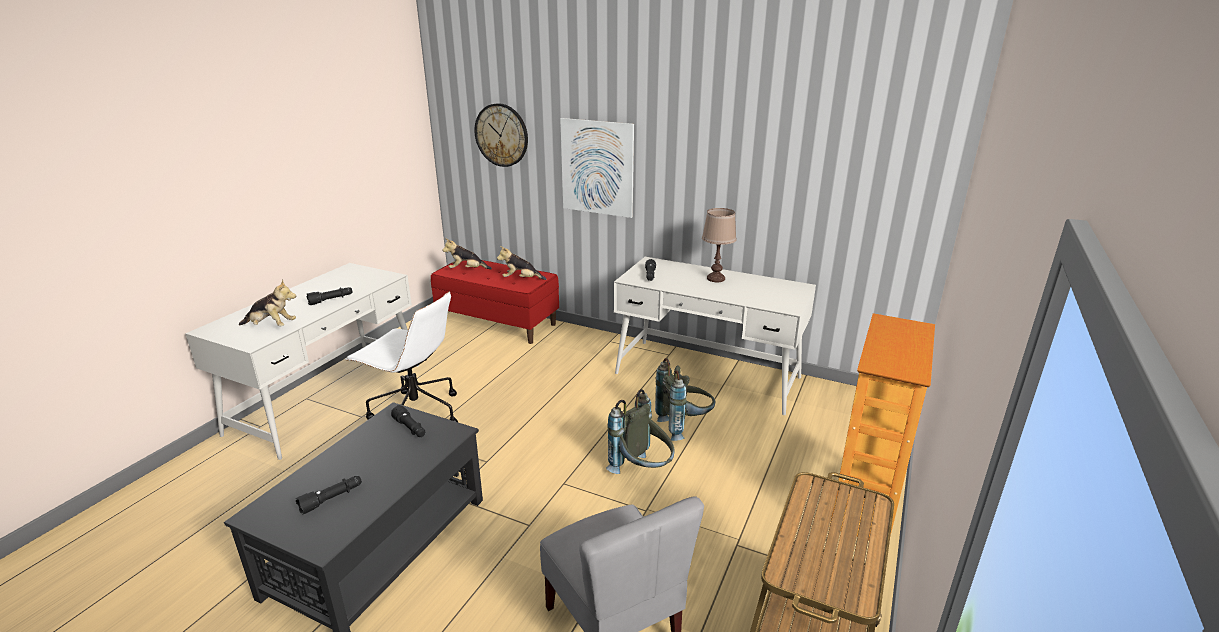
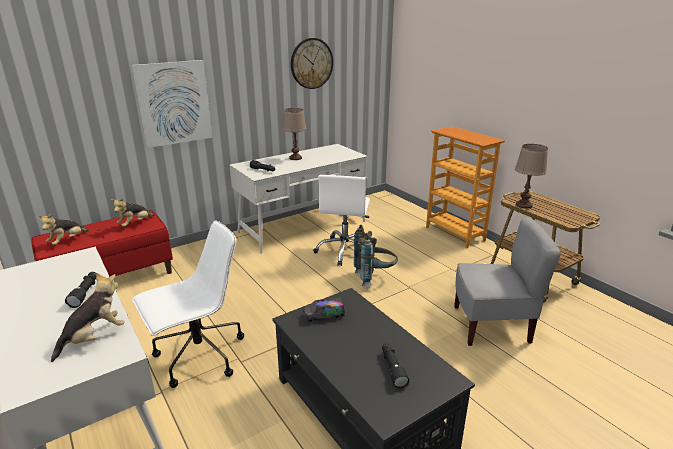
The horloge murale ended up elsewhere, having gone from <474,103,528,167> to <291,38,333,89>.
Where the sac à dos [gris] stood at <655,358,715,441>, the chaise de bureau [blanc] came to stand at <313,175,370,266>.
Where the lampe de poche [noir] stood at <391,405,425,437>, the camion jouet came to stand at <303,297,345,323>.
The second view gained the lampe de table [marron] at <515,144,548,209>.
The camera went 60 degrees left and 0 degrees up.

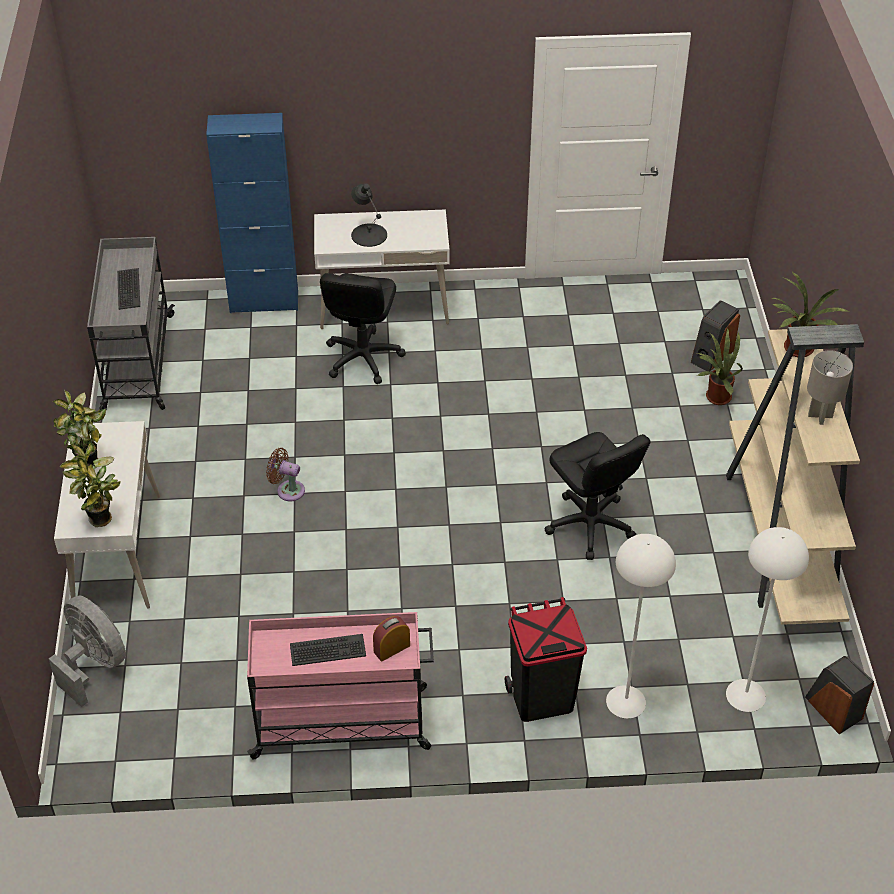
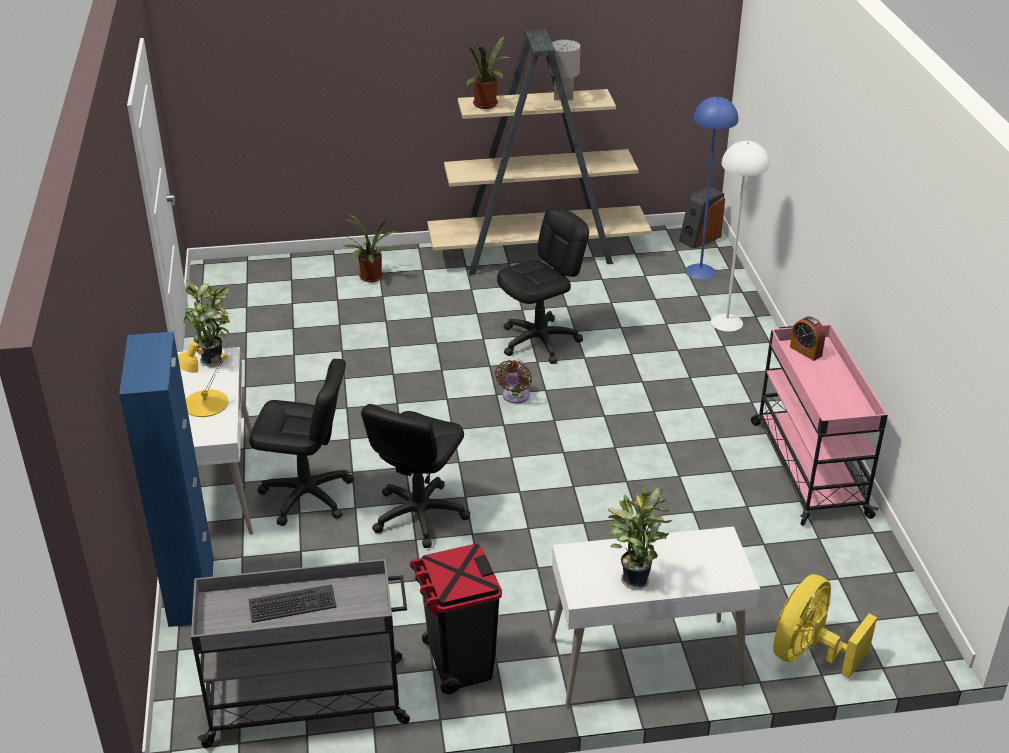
What was the lampe de table [noir] at <351,183,387,247> turned into the lampe de table [jaune] at <178,342,228,417>.
The second view lost the enceinte at <691,300,740,371>.
The plante en pot ended up elsewhere, having gone from <60,442,120,527> to <183,279,230,367>.
The ventilateur [marron] ended up elsewhere, having gone from <266,448,305,501> to <495,359,532,404>.
What was the lampadaire [blanc] at <726,527,809,712> turned into the lampadaire [bleu] at <685,97,738,280>.
What was the ventilateur [gris] at <49,595,126,707> turned into the ventilateur [jaune] at <773,574,877,678>.
The poubelle [noir] ended up elsewhere, having gone from <505,597,587,722> to <410,544,502,694>.
The second view lost the clavier at <290,634,366,666>.
The second view gained the chaise de bureau [noir] at <361,404,470,548>.
The camera went 95 degrees left and 10 degrees down.

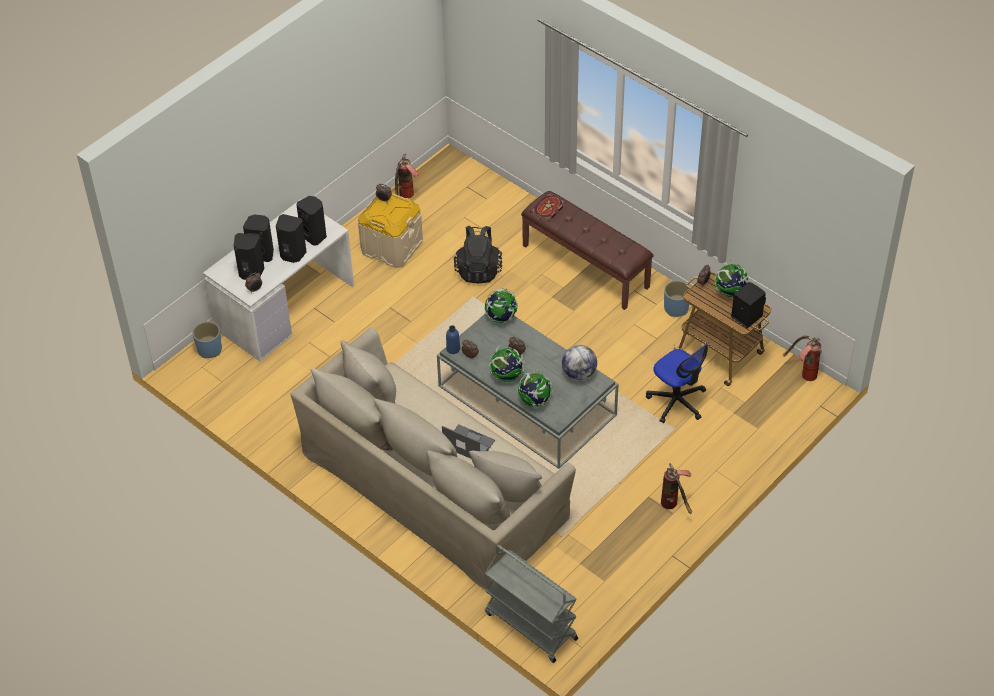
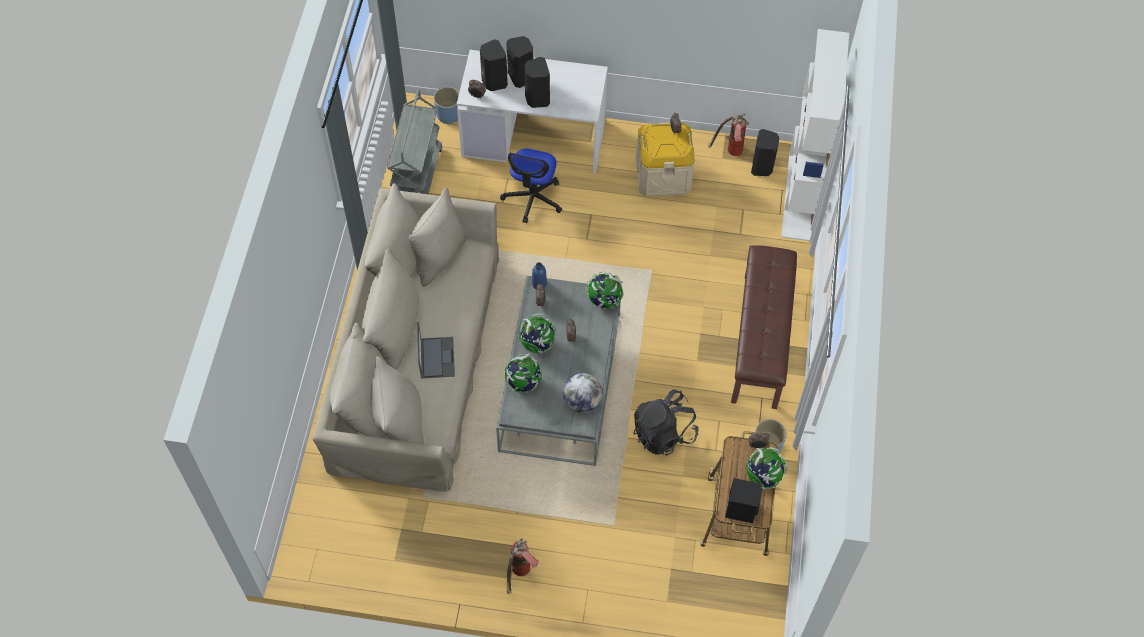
The second view lost the livre at <530,193,566,222>.
The enceinte [noir] ended up elsewhere, having gone from <297,196,327,246> to <751,129,780,176>.
The sac à dos [noir] ended up elsewhere, having gone from <454,226,502,283> to <633,390,698,456>.
The second view lost the extincteur at <783,335,822,381>.
The chaise de bureau ended up elsewhere, having gone from <646,342,709,423> to <500,149,562,223>.
The chariot [gris] ended up elsewhere, having gone from <485,545,578,663> to <387,89,442,195>.
The second view gained the bibliothèque [blanc] at <781,29,849,241>.
The camera went 55 degrees right and 10 degrees up.

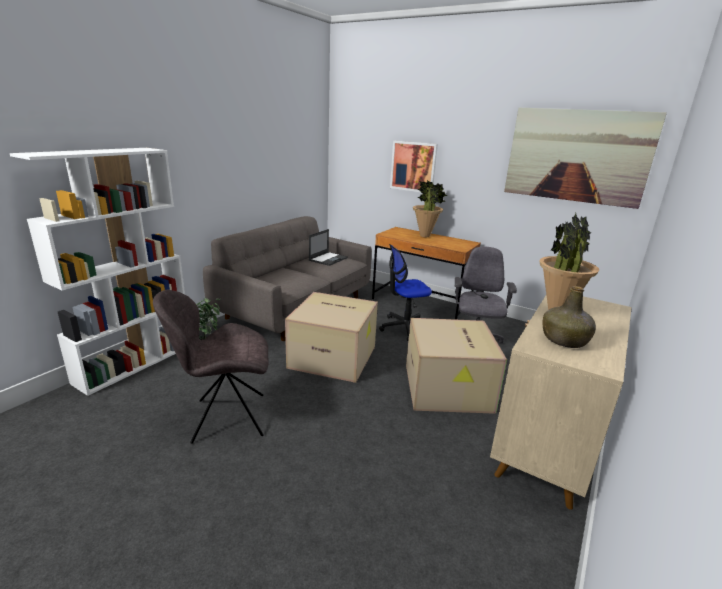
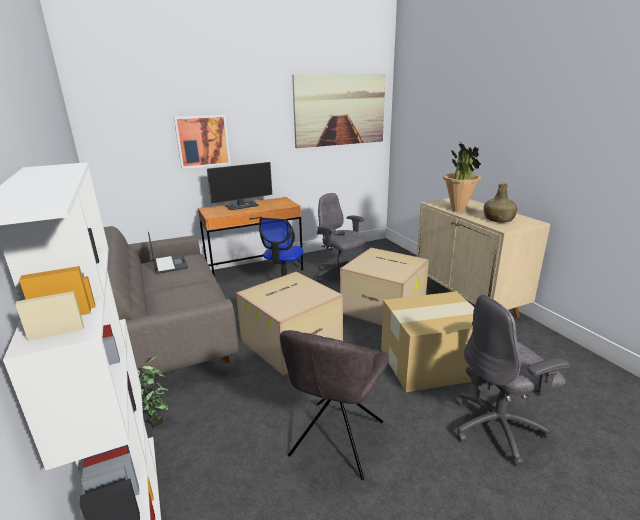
Where the plante en pot stood at <413,180,447,237>, the écran d'ordinateur came to stand at <207,162,272,210>.
The second view gained the carton at <381,291,474,392>.
The second view gained the chaise de bureau [gris] at <455,295,570,466>.
The camera went 55 degrees left and 0 degrees up.

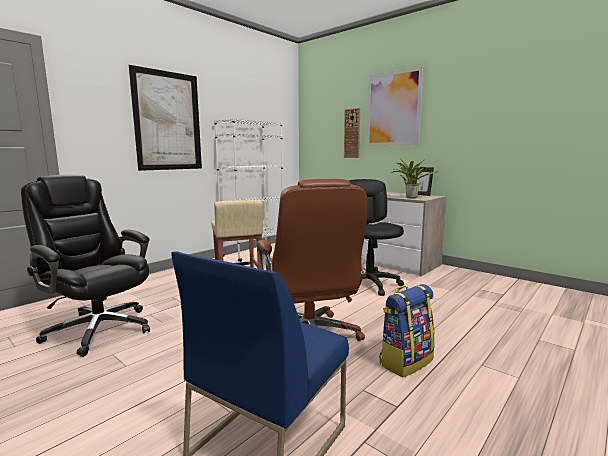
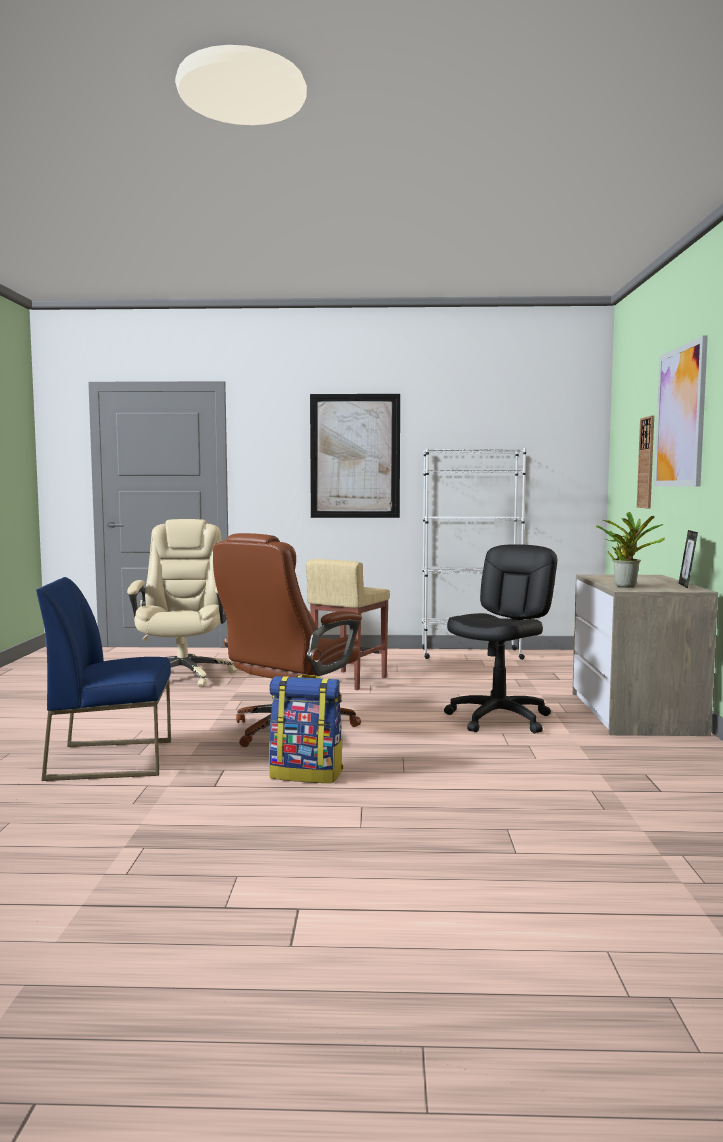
What was the chaise de bureau [noir] at <21,174,150,357> turned into the chaise de bureau [beige] at <127,519,237,687>.
The camera went 50 degrees right and 5 degrees down.

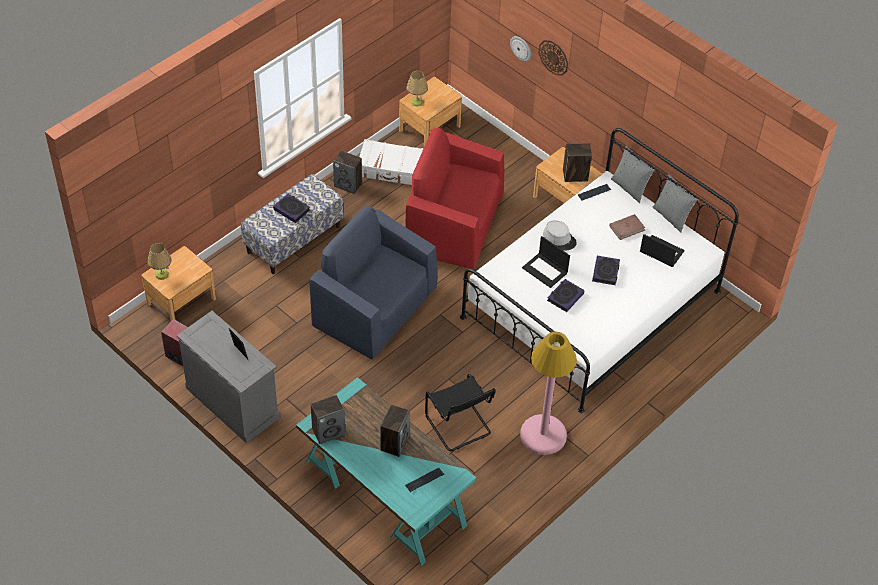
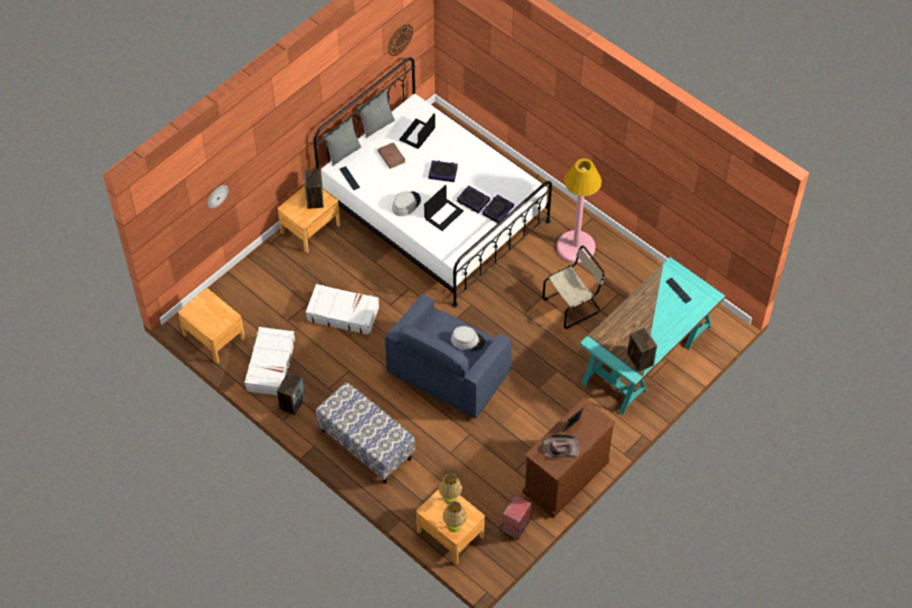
The horloge murale ended up elsewhere, having gone from <538,40,568,76> to <388,24,413,56>.
The lampe de table ended up elsewhere, having gone from <406,71,428,107> to <439,473,462,504>.
Where the fauteuil [rouge] stood at <405,128,504,269>, the valise [blanc] came to stand at <306,284,379,335>.
The livre ended up elsewhere, having gone from <273,194,310,223> to <482,194,514,223>.
What was the commode [gris] at <177,311,280,443> turned into the commode [marron] at <523,398,615,518>.
What was the chaise [noir] at <425,374,496,451> turned into the chaise [beige] at <543,245,605,329>.
The second view lost the enceinte at <380,405,410,457>.
The second view gained the chapeau [gris] at <451,326,486,352>.
The second view gained the chapeau [marron] at <542,434,580,458>.
The camera went 90 degrees left and 5 degrees up.

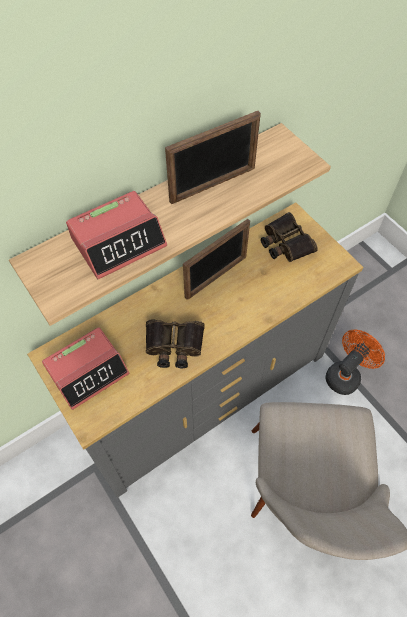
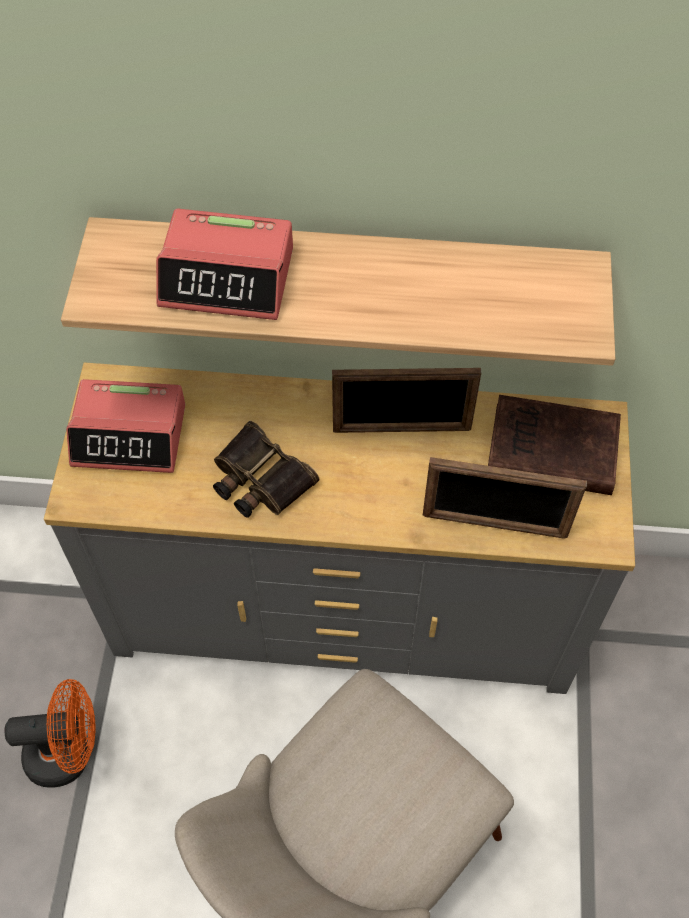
The cadre photo ended up elsewhere, having gone from <165,111,261,204> to <422,457,587,539>.
Where the jumelles stood at <261,212,318,262>, the livre [marron] came to stand at <488,395,621,495>.
The ventilateur [orange] ended up elsewhere, having gone from <326,330,385,395> to <5,679,96,788>.
The camera went 40 degrees right and 0 degrees up.

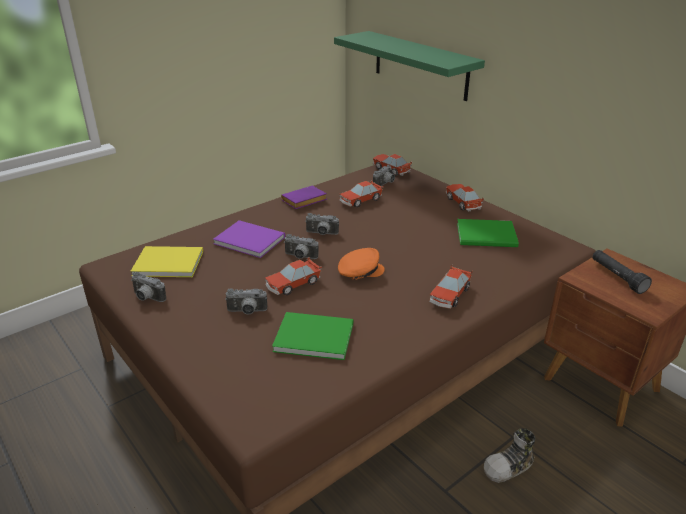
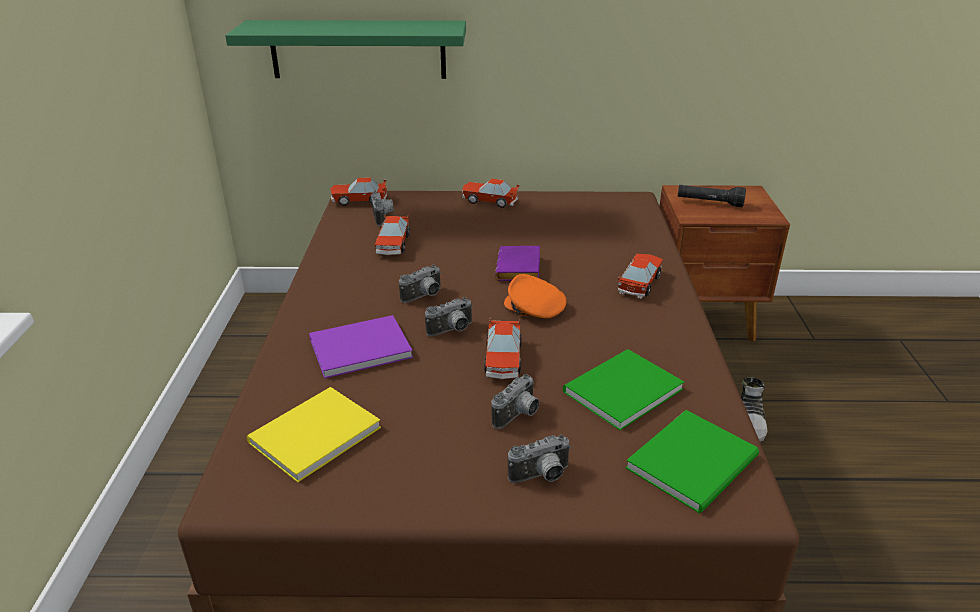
The livre [violet] ended up elsewhere, having gone from <281,186,327,209> to <495,246,540,281>.
The livre [vert] ended up elsewhere, having gone from <457,219,519,247> to <626,410,759,513>.
The casquette [orange] at <338,248,385,280> ended up facing another way, 75 degrees counterclockwise from before.
The petite voiture at <429,265,472,309> ended up facing another way, 135 degrees counterclockwise from before.
The appareil photo ended up elsewhere, having gone from <131,272,166,302> to <508,435,571,483>.
The camera went 50 degrees left and 0 degrees up.

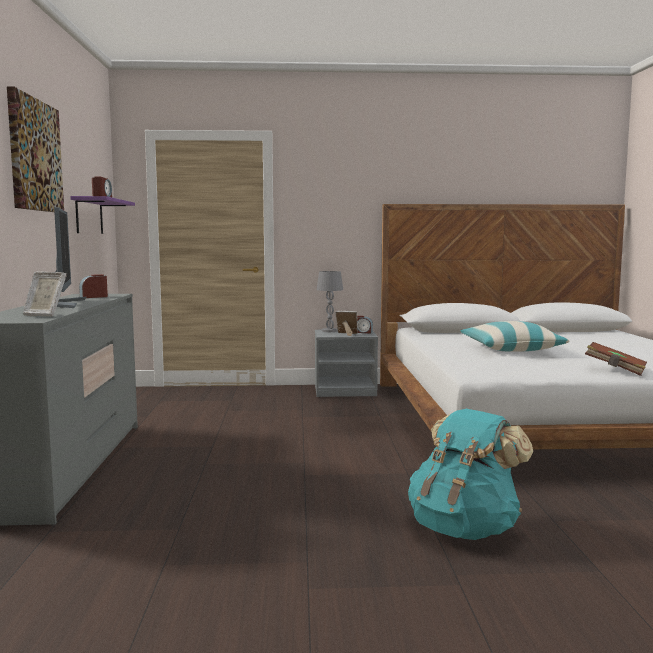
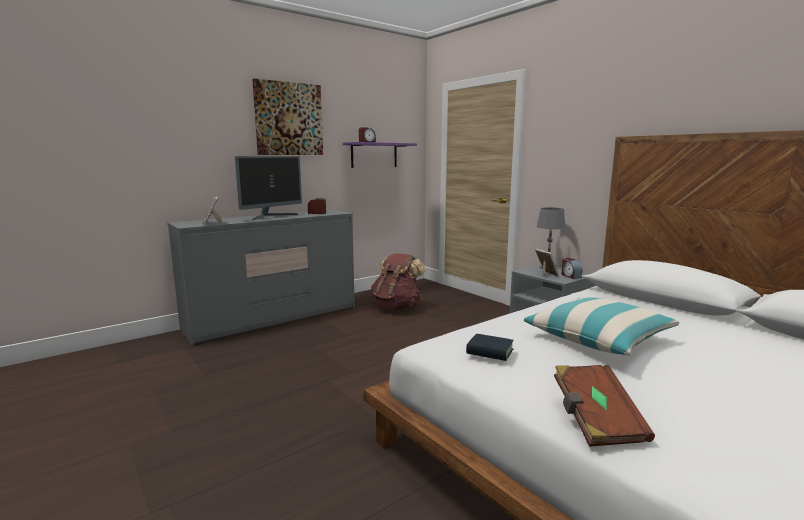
The second view lost the sac à dos [turquoise] at <408,409,533,540>.
The second view gained the sac à dos [marron] at <370,253,426,310>.
The second view gained the livre at <466,334,514,361>.
The camera went 55 degrees right and 5 degrees up.

